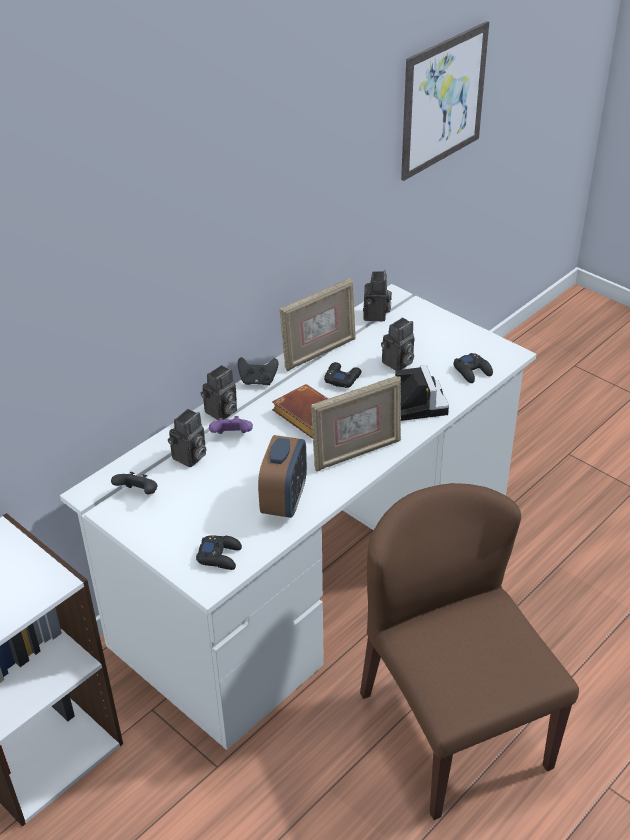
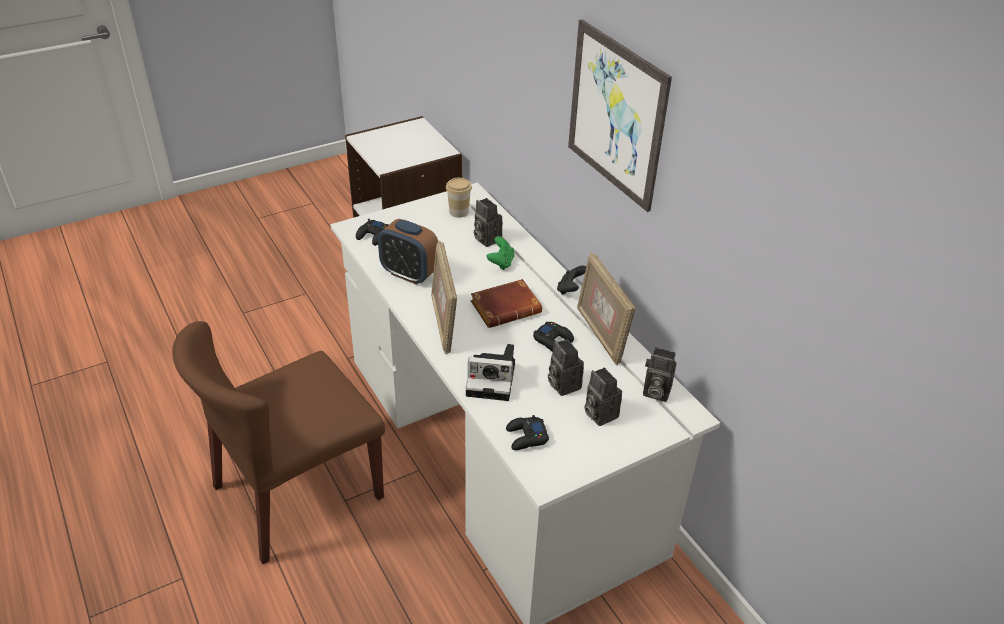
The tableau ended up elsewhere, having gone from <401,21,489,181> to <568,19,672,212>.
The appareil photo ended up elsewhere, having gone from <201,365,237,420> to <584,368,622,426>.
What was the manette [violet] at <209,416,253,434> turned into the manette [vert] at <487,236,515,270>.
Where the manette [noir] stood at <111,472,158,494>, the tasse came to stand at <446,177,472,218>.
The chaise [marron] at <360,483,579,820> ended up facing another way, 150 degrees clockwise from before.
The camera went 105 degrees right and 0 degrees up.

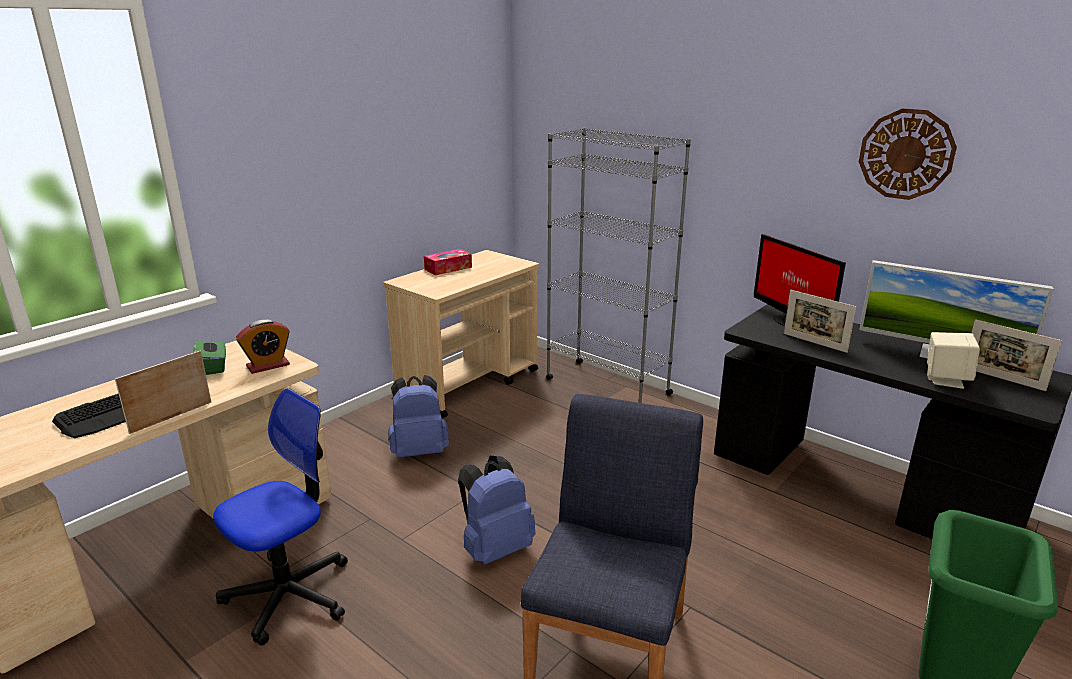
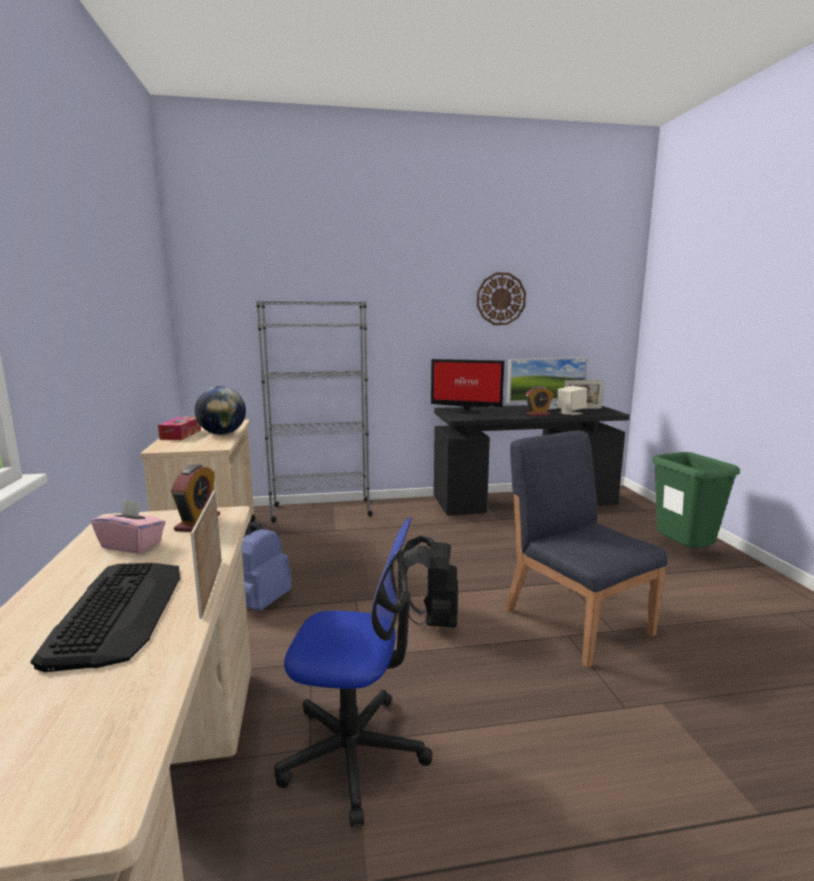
The second view lost the cadre photo at <784,290,856,353>.
What was the boîte à mouchoirs [vert] at <194,335,226,375> turned into the boîte à mouchoirs [rose] at <91,499,166,554>.
The chaise de bureau at <213,388,348,646> ended up facing another way, 105 degrees clockwise from before.
What was the sac à dos [bleu] at <458,456,535,565> turned into the sac à dos [noir] at <398,536,458,627>.
The second view gained the globe at <194,386,246,435>.
The second view gained the réveil at <525,386,554,416>.
The camera went 50 degrees left and 10 degrees down.

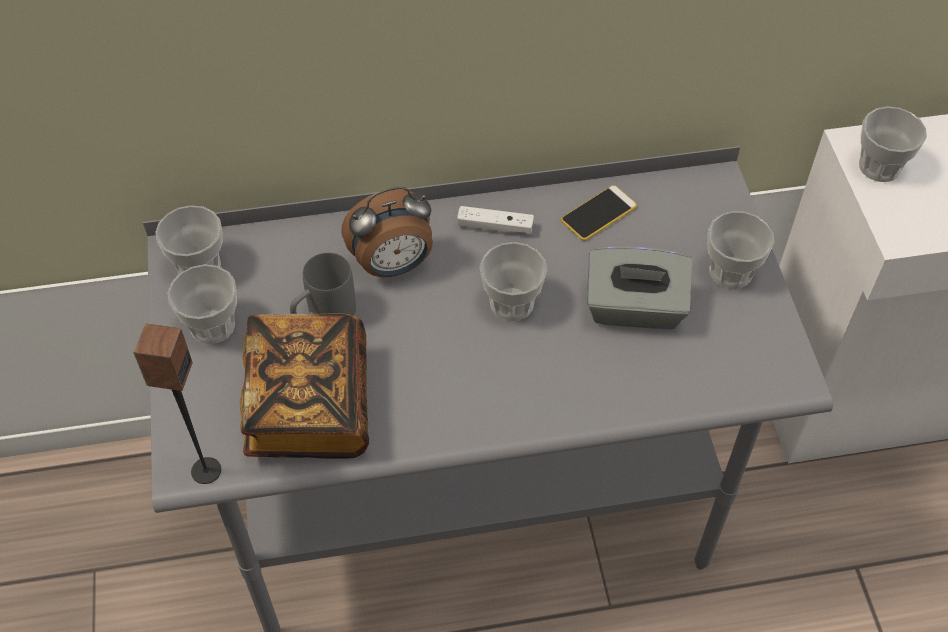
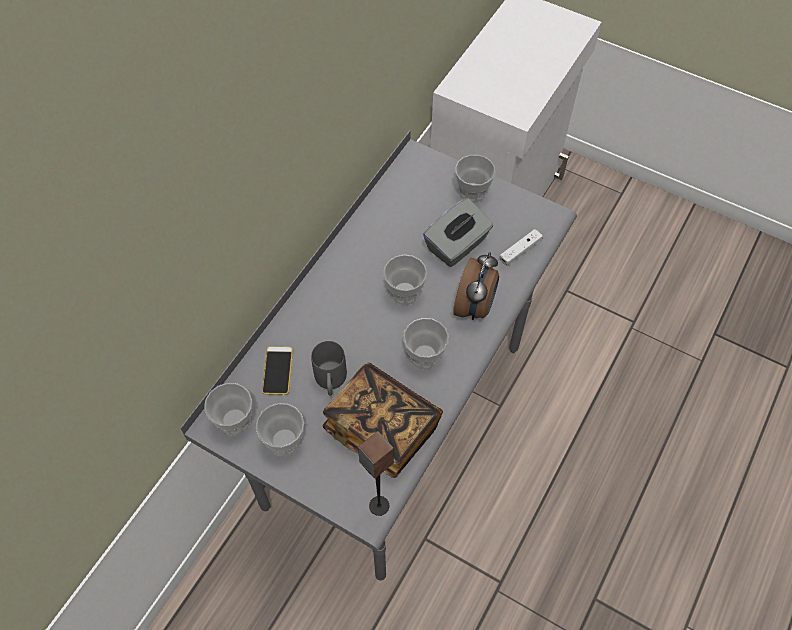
The tasse ended up elsewhere, having gone from <859,107,927,182> to <403,318,449,369>.
The téléphone ended up elsewhere, having gone from <561,185,637,241> to <262,346,293,395>.
The réveil ended up elsewhere, having gone from <341,187,433,277> to <453,252,499,320>.
The manette [blanc] ended up elsewhere, having gone from <457,206,534,234> to <500,229,543,266>.
The camera went 50 degrees left and 5 degrees up.

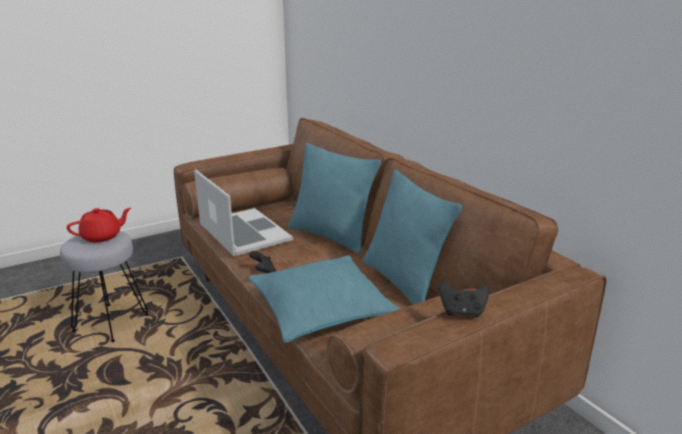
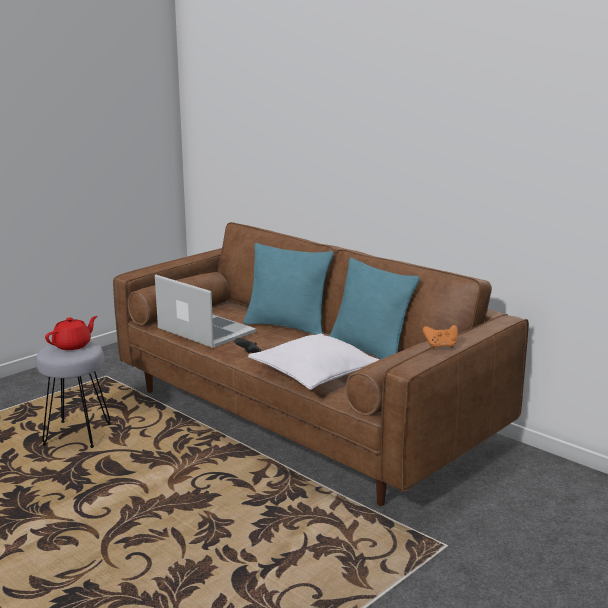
What was the coussin [turquoise] at <249,255,401,343> turned into the coussin [blanc] at <248,333,380,390>.
What was the manette [noir] at <439,282,489,317> turned into the manette [orange] at <423,325,458,349>.
The camera went 15 degrees left and 5 degrees down.

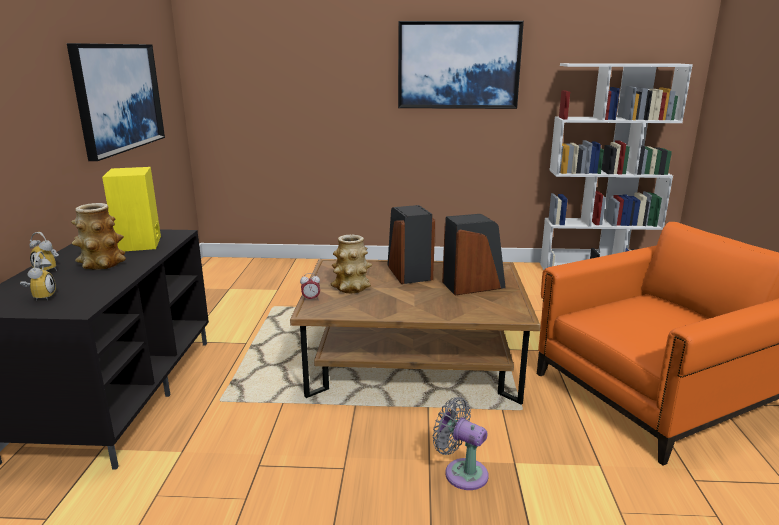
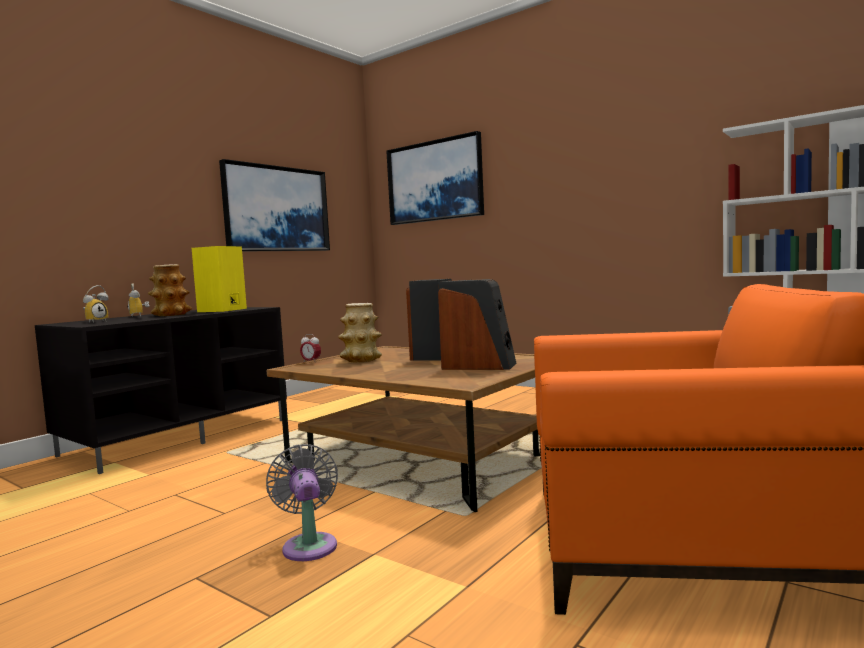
The tableau ended up elsewhere, having gone from <398,21,524,109> to <386,131,484,225>.
The camera went 35 degrees right and 15 degrees down.

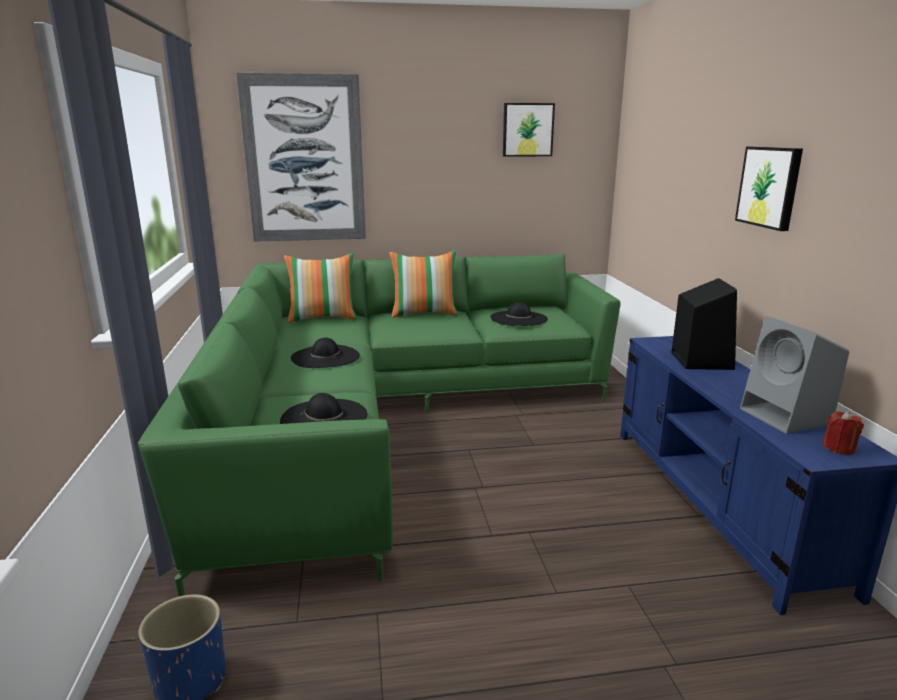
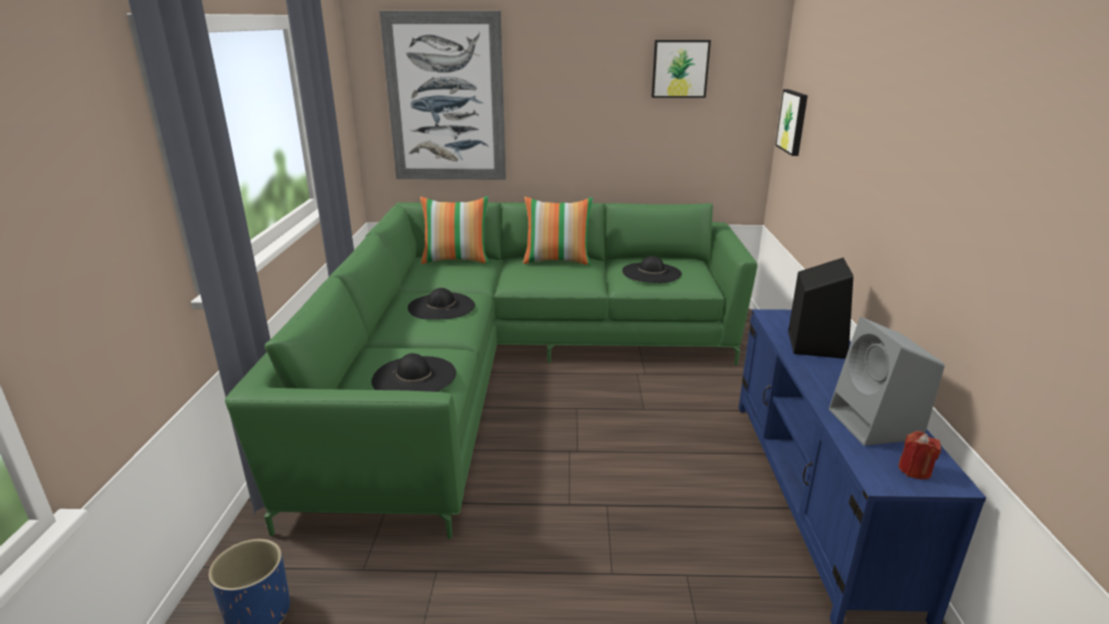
The tableau ended up elsewhere, having gone from <735,147,803,231> to <775,89,808,156>.
The camera went 10 degrees right and 5 degrees up.

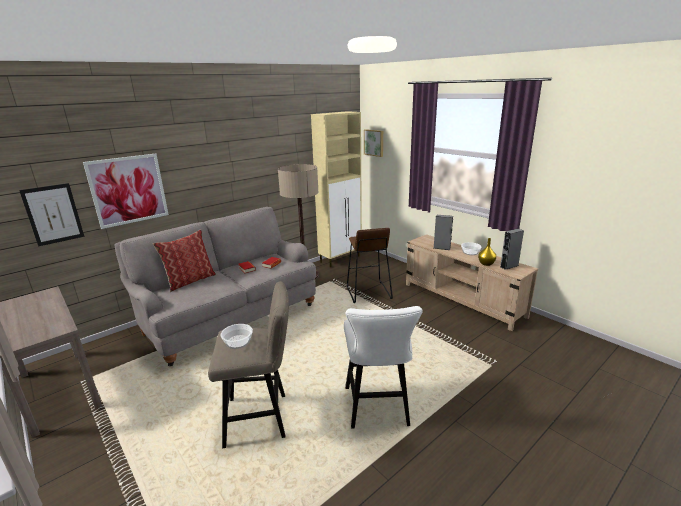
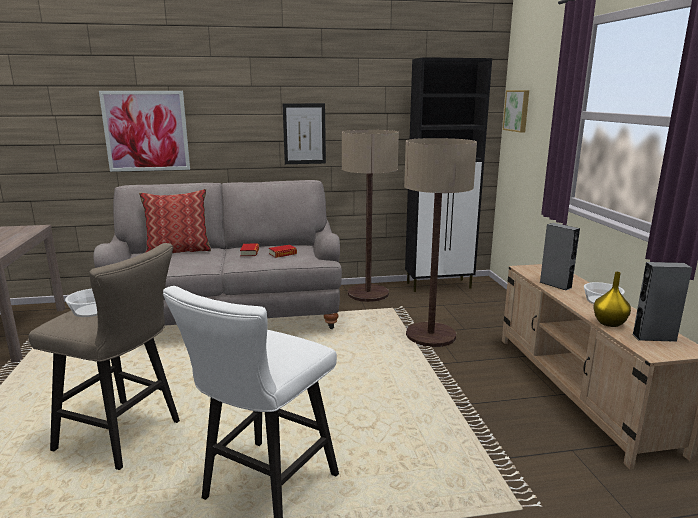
What was the meuble de rangement [beige] at <311,111,362,267> turned into the meuble de rangement [noir] at <405,57,492,292>.
The tableau ended up elsewhere, having gone from <19,183,85,246> to <283,103,326,164>.
Where the tabouret [marron] stood at <347,228,393,303>, the lampadaire came to stand at <404,138,477,347>.
The camera went 30 degrees right and 5 degrees down.

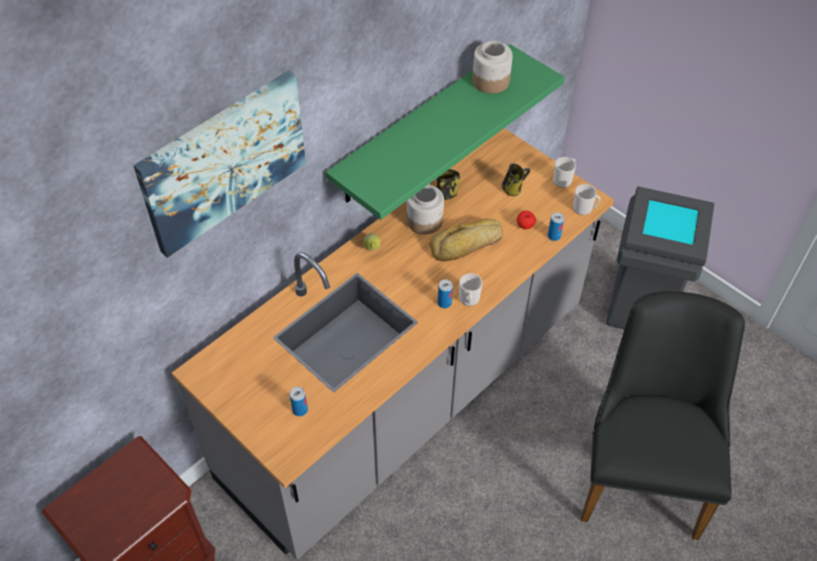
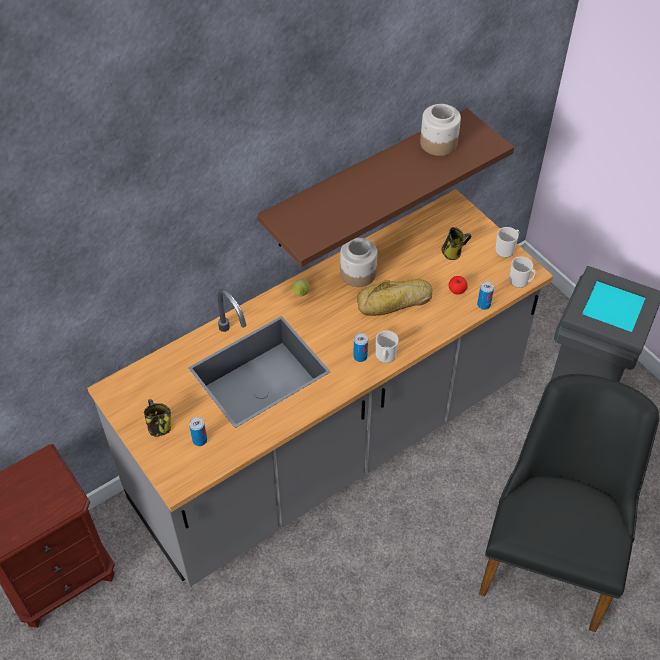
What was the étagère [vert] at <326,44,565,220> turned into the étagère [marron] at <257,108,514,267>.
The second view lost the tableau at <133,70,306,258>.
The mug ended up elsewhere, having gone from <437,169,460,200> to <144,399,171,437>.
The camera went 10 degrees right and 0 degrees up.

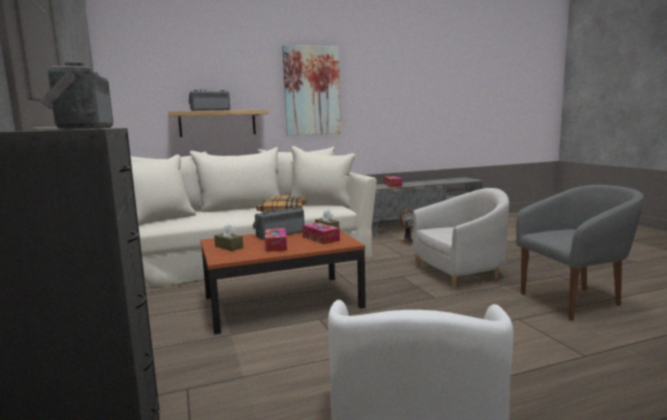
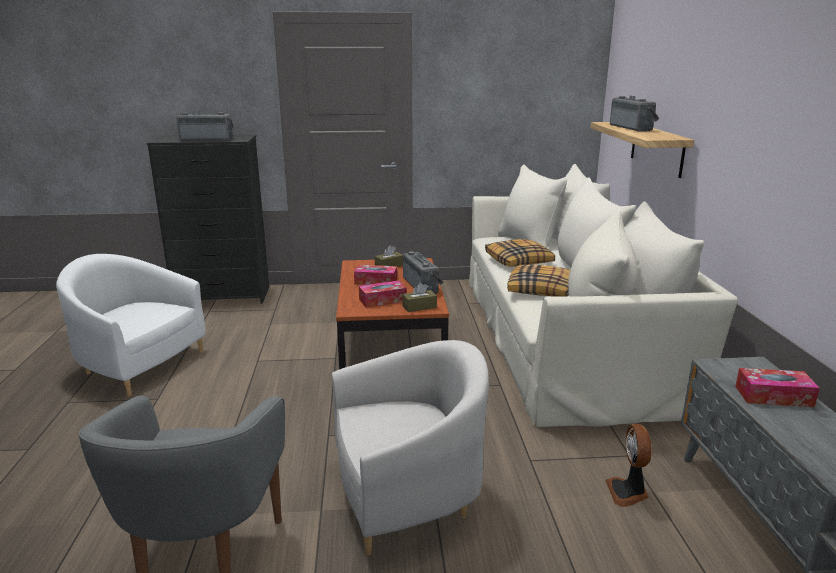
The second view lost the tableau at <282,45,341,136>.
The fauteuil [blanc] at <413,188,509,290> ended up facing another way, 105 degrees counterclockwise from before.
The second view gained the coussin at <485,239,555,267>.
The camera went 105 degrees right and 10 degrees up.

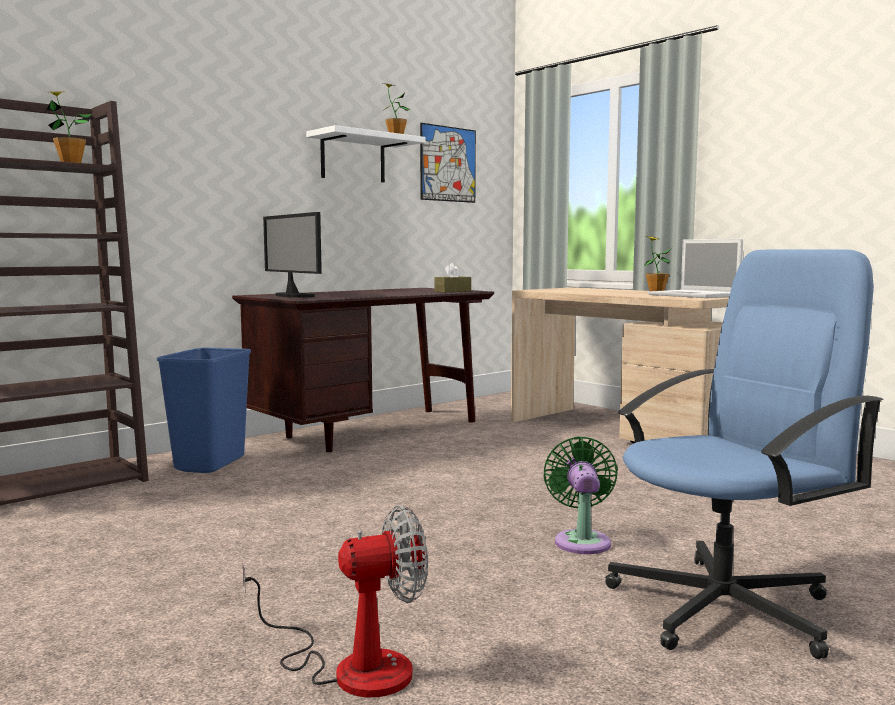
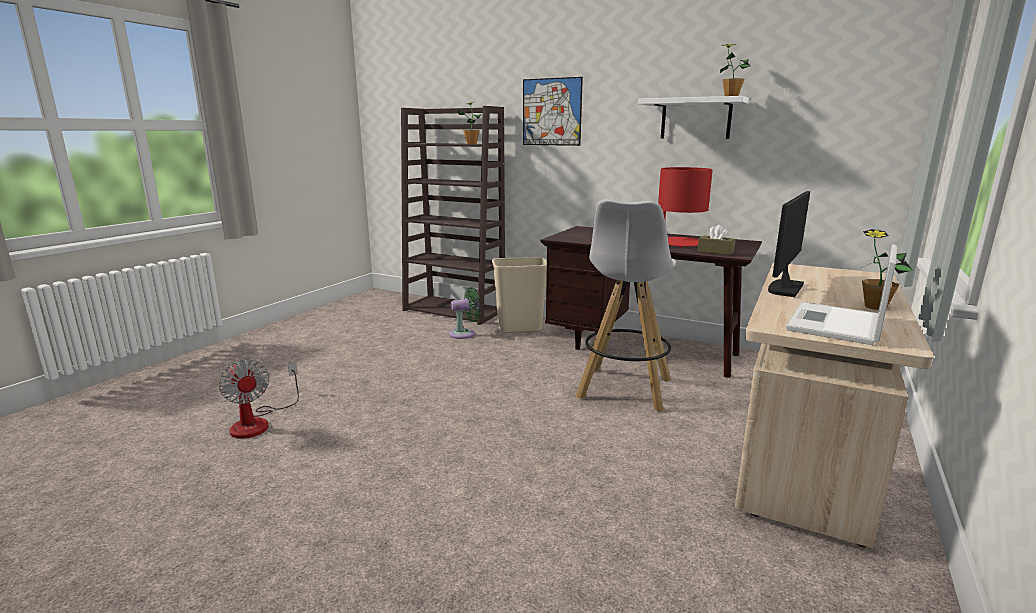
The tableau ended up elsewhere, having gone from <420,123,476,203> to <523,77,583,146>.
The écran d'ordinateur ended up elsewhere, having gone from <263,212,322,298> to <768,191,810,297>.
The second view lost the chaise de bureau [bleu] at <605,249,884,659>.
What was the poubelle [bleu] at <157,348,251,473> turned into the poubelle [beige] at <492,257,547,333>.
The ventilateur [vert] ended up elsewhere, having gone from <543,436,618,554> to <449,287,481,339>.
The second view gained the lampe de table [rouge] at <658,167,713,248>.
The second view gained the tabouret [blanc] at <575,199,676,411>.
The camera went 70 degrees right and 10 degrees up.

